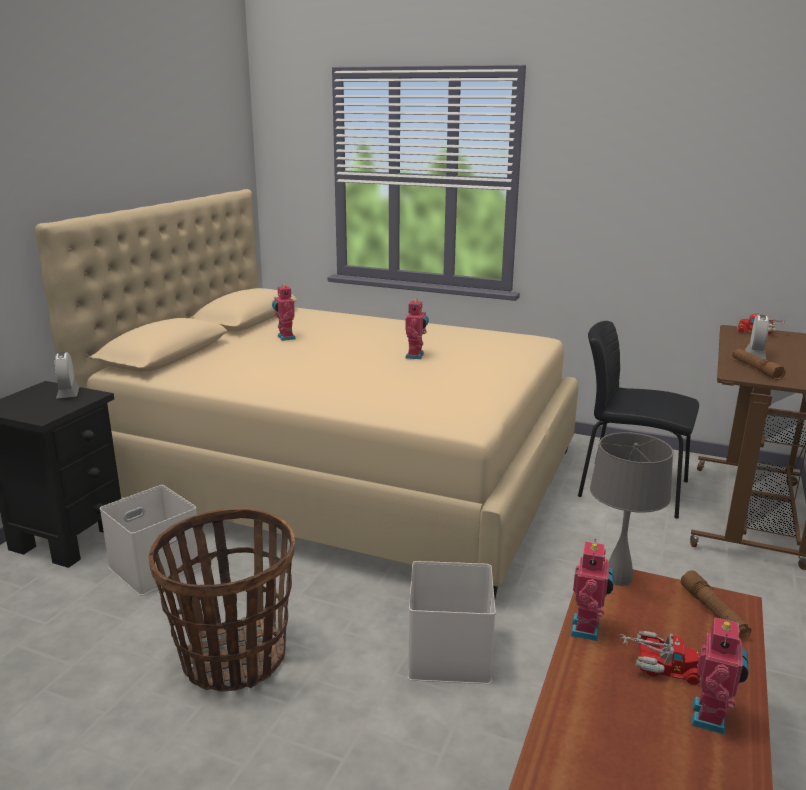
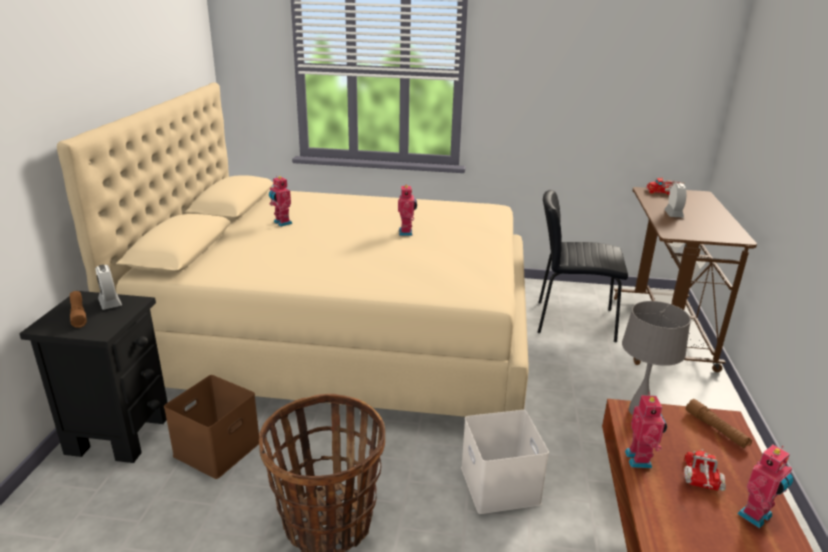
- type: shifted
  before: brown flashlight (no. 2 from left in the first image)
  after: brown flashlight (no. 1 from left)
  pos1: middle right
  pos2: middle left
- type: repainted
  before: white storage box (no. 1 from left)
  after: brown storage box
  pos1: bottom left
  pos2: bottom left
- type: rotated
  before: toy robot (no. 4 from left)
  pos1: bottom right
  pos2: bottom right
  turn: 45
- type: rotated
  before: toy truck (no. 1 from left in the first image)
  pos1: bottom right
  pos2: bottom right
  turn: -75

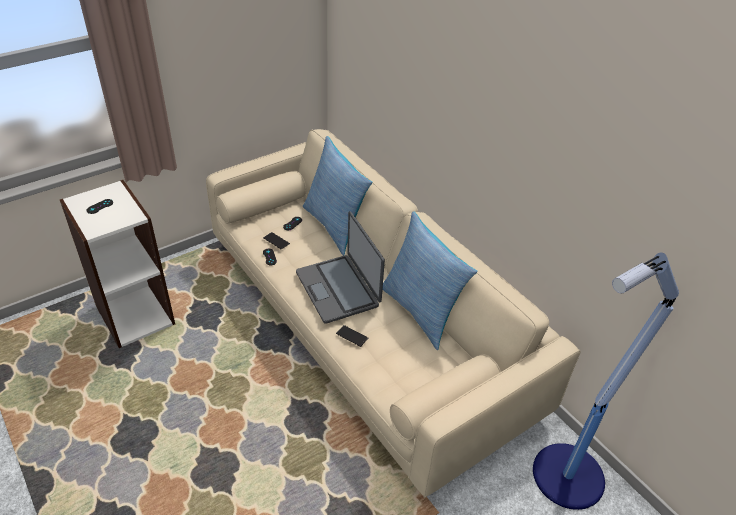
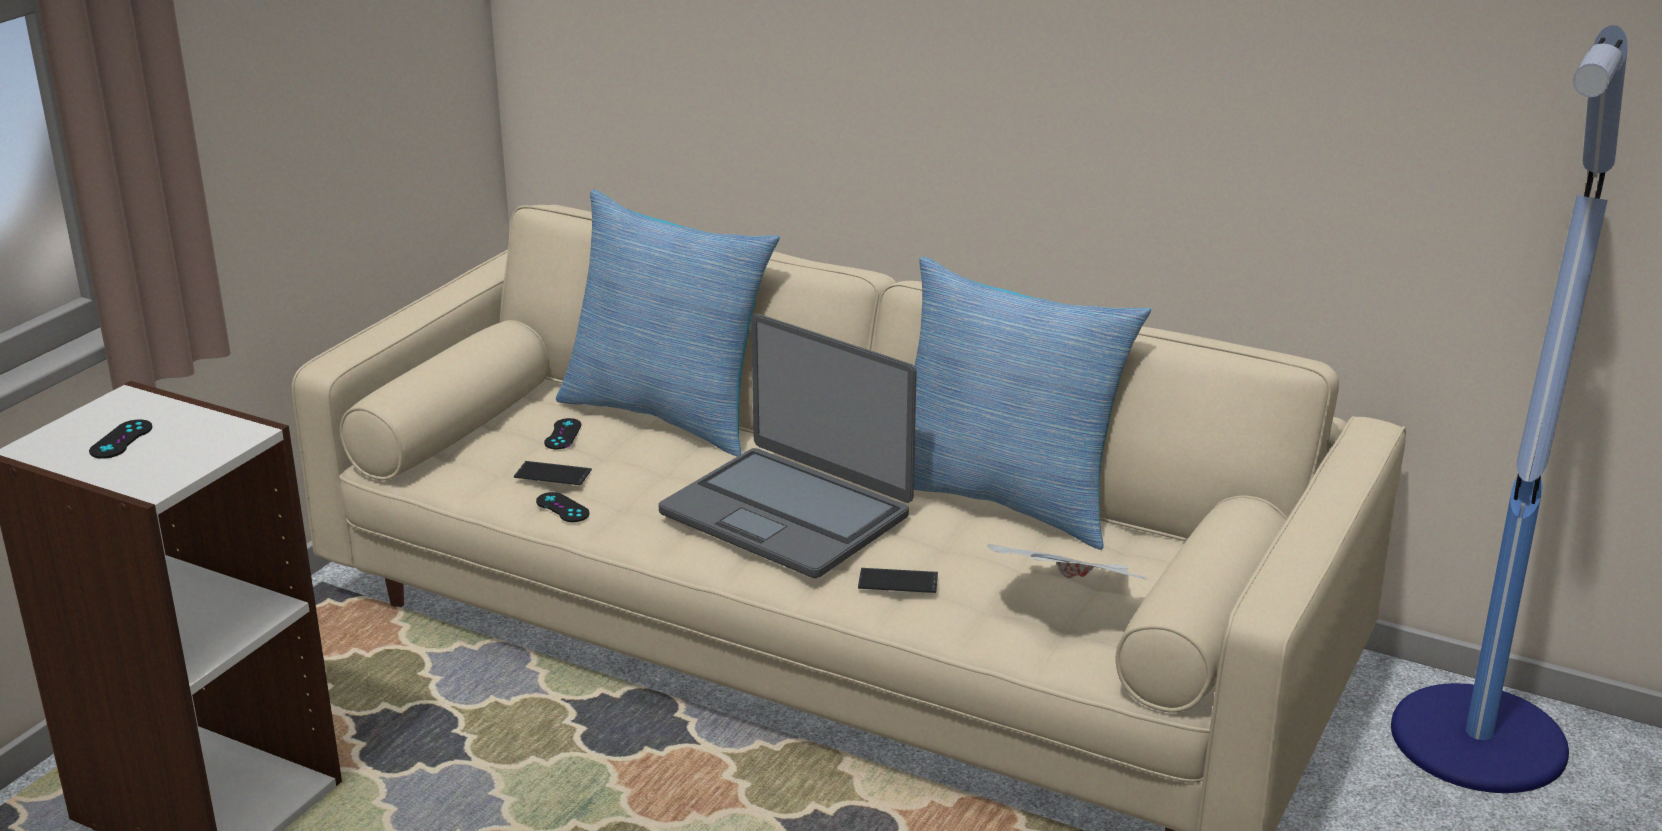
- type: new
  after: newspaper
  pos2: bottom centre

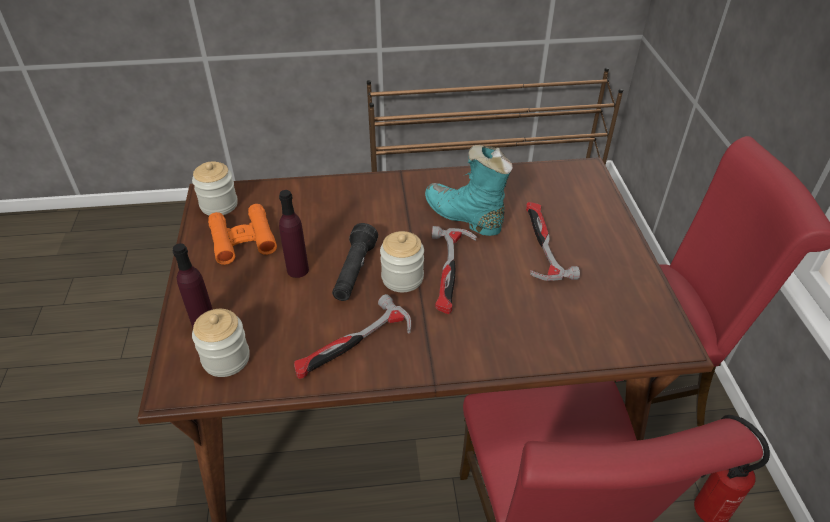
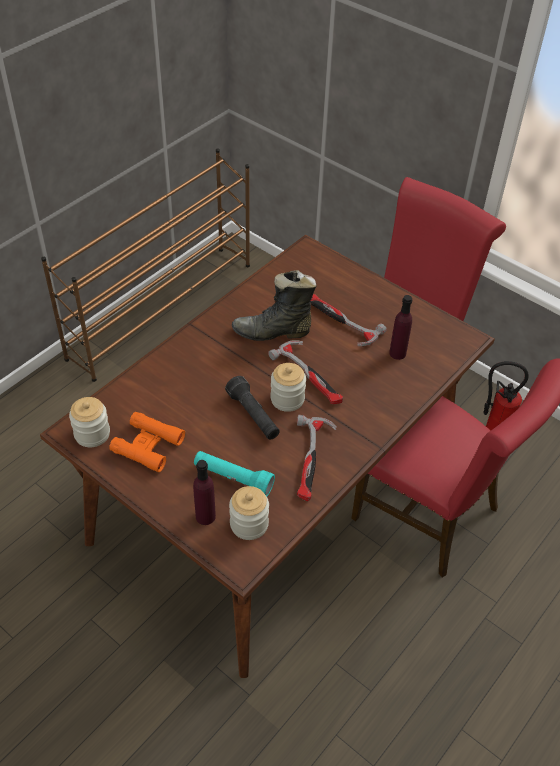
- type: repainted
  before: turquoise boot
  after: black boot
  pos1: centre
  pos2: centre
- type: shifted
  before: purple bottle (no. 2 from left)
  pos1: centre
  pos2: middle right
- type: new
  after: turquoise flashlight
  pos2: centre

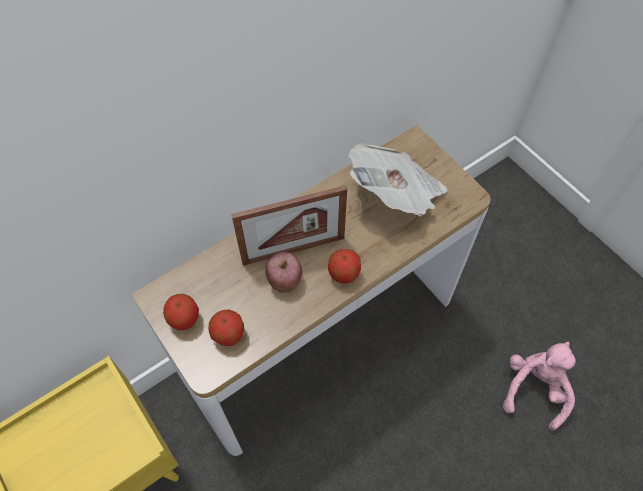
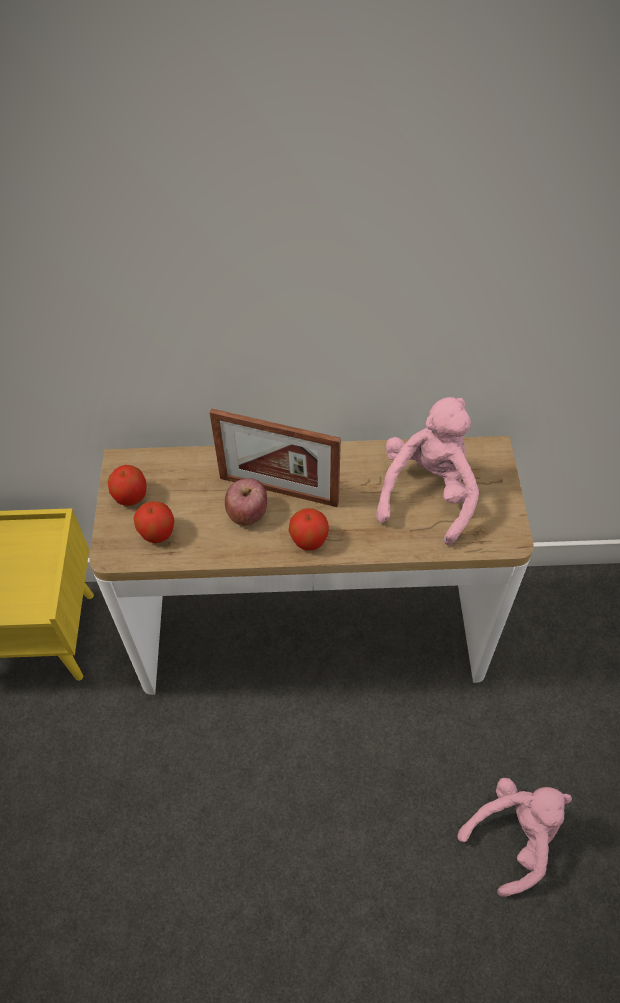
- type: swapped
  before: newspaper
  after: pink plush toy (no. 1 from left)
  pos1: centre
  pos2: middle right

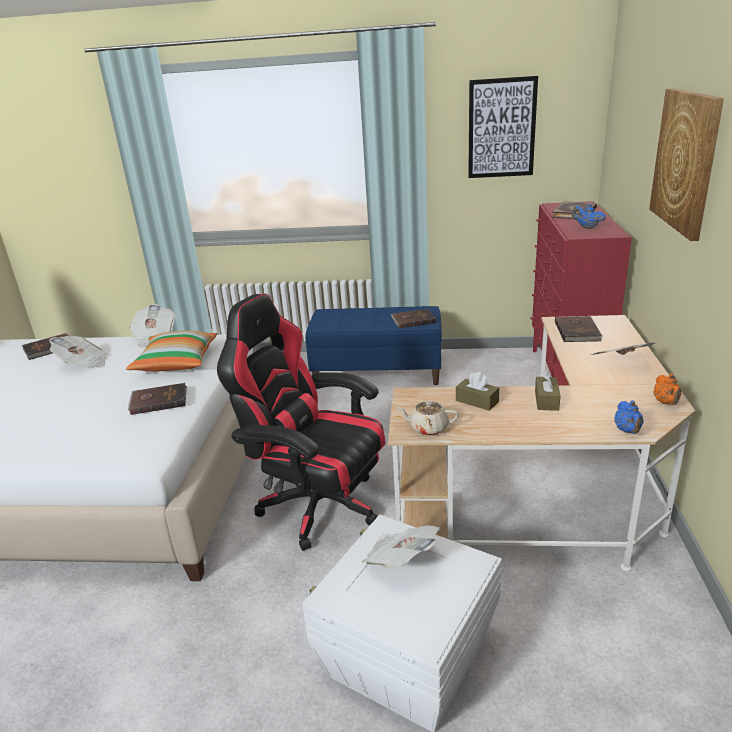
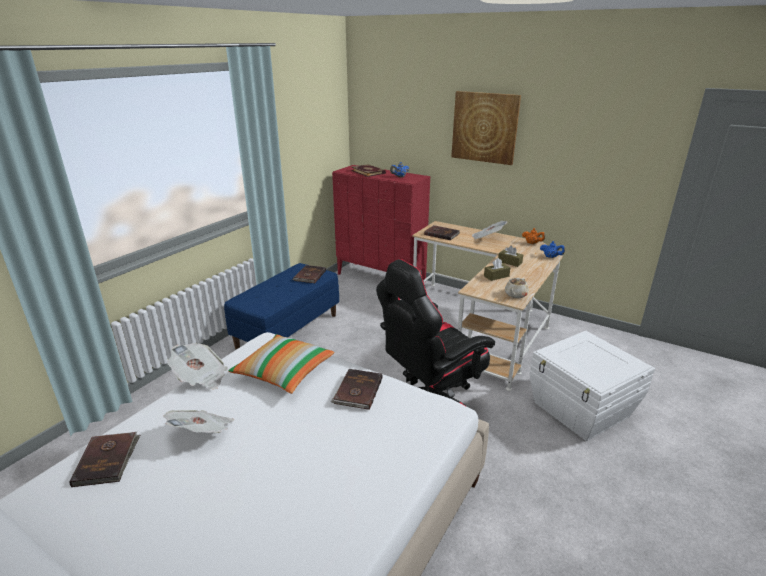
- type: gone
  before: picture (no. 1 from left)
  pos1: top right
- type: gone
  before: newspaper (no. 3 from left)
  pos1: bottom centre

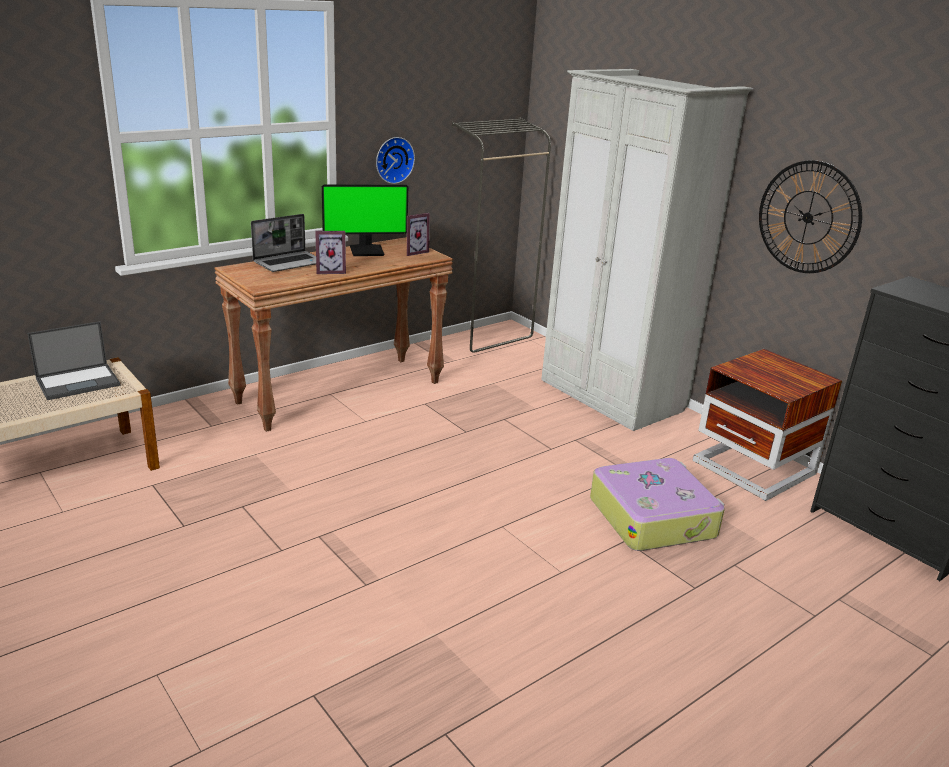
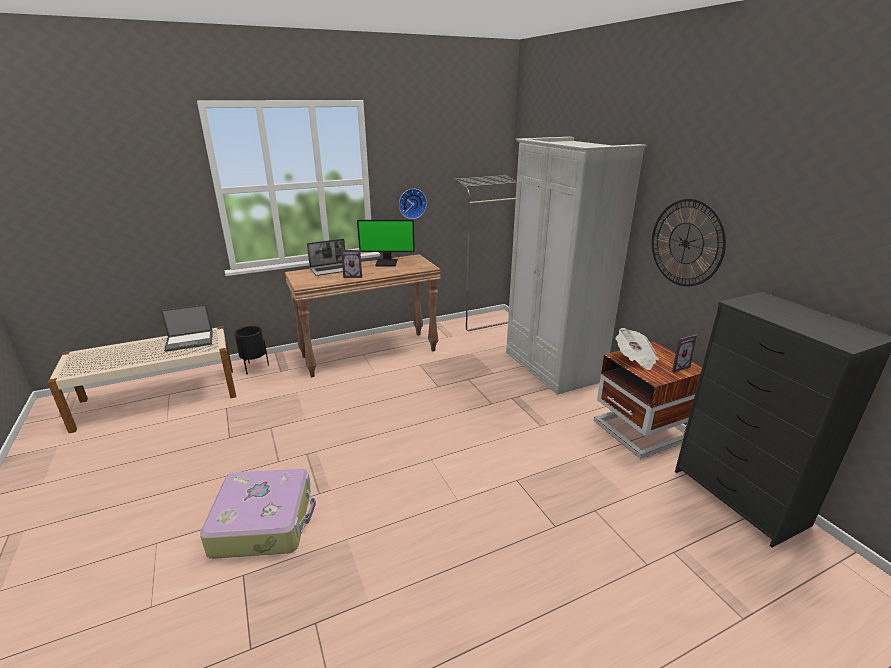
- type: shifted
  before: picture frame (no. 2 from left)
  pos1: top centre
  pos2: middle right
- type: shifted
  before: suitcase
  pos1: middle right
  pos2: bottom left
- type: new
  after: black planter
  pos2: middle left
- type: new
  after: newspaper
  pos2: middle right

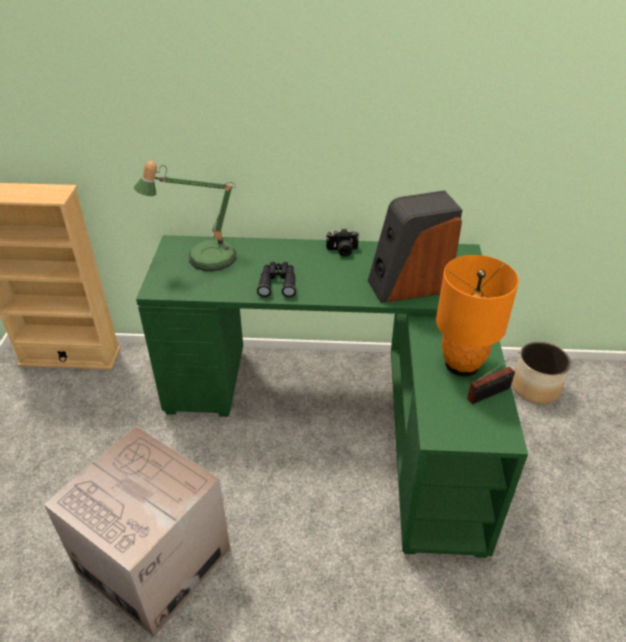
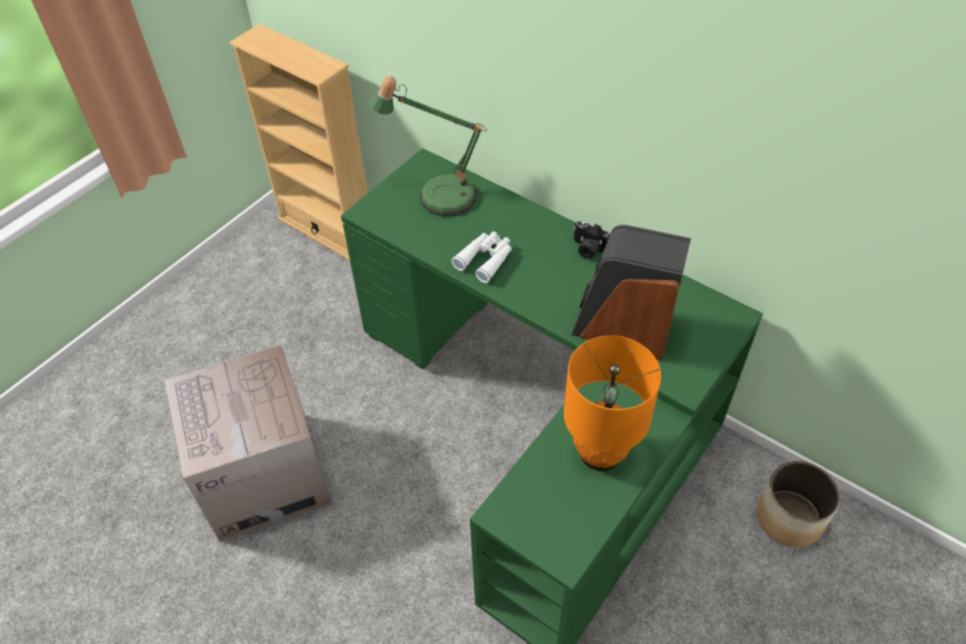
- type: repainted
  before: black binoculars
  after: white binoculars
  pos1: centre
  pos2: centre
- type: gone
  before: radio
  pos1: middle right

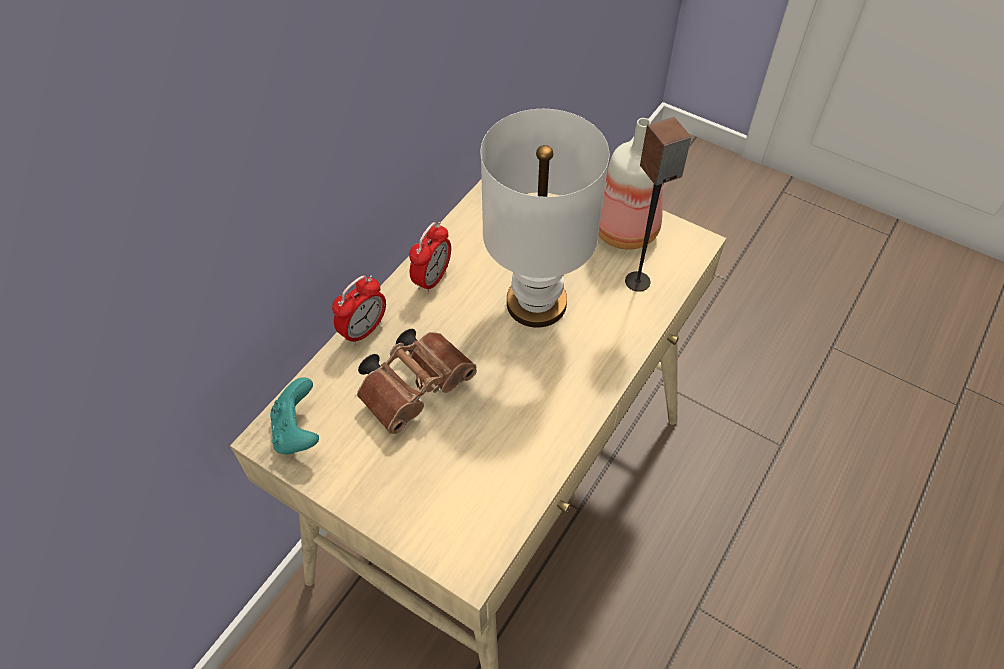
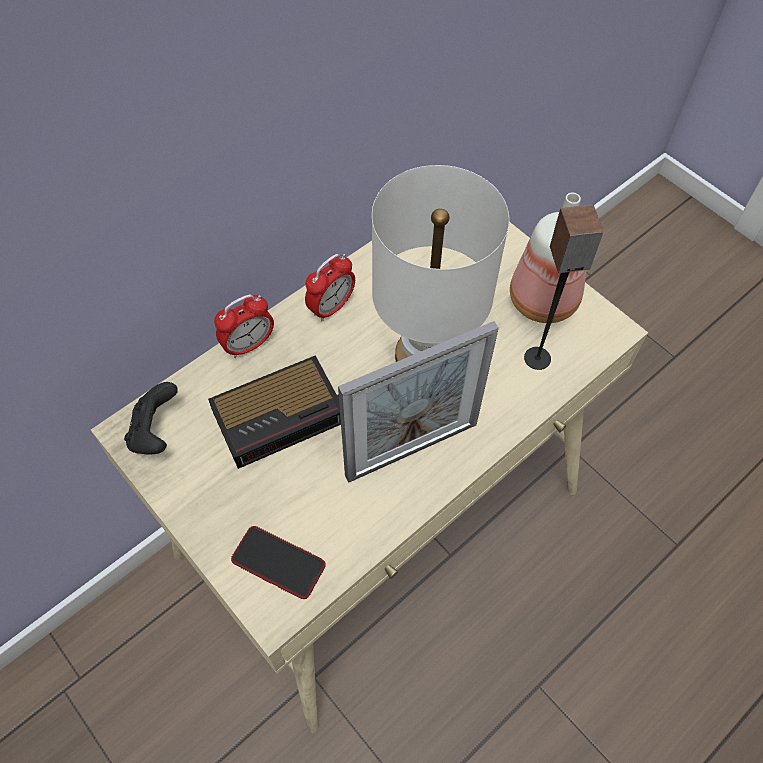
- type: swapped
  before: brown binoculars
  after: alarm clock (no. 2 from left)
  pos1: centre
  pos2: centre
- type: repainted
  before: turquoise game controller
  after: black game controller
  pos1: middle left
  pos2: middle left
- type: new
  after: picture frame
  pos2: centre
- type: new
  after: phone
  pos2: bottom centre

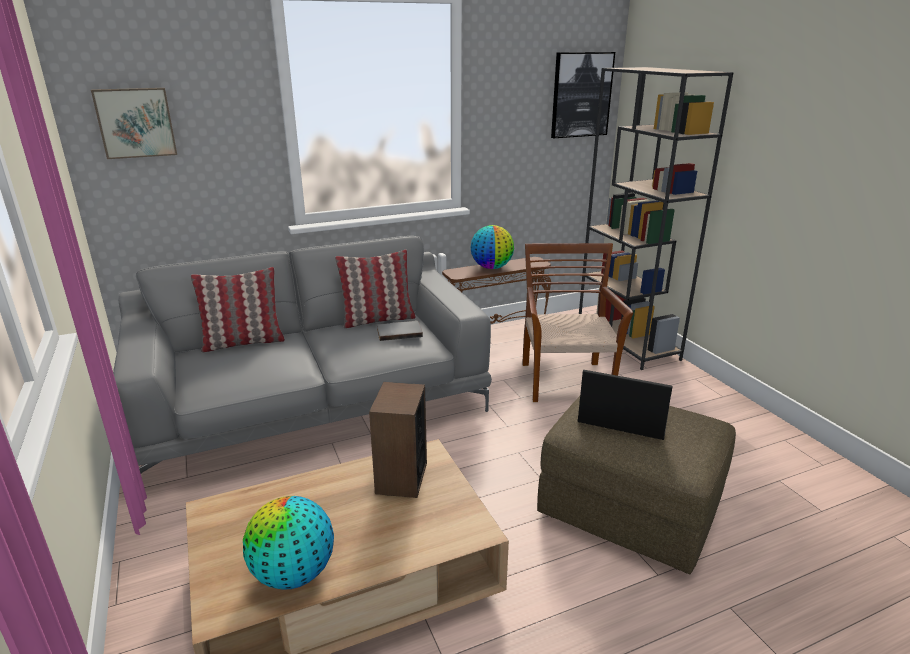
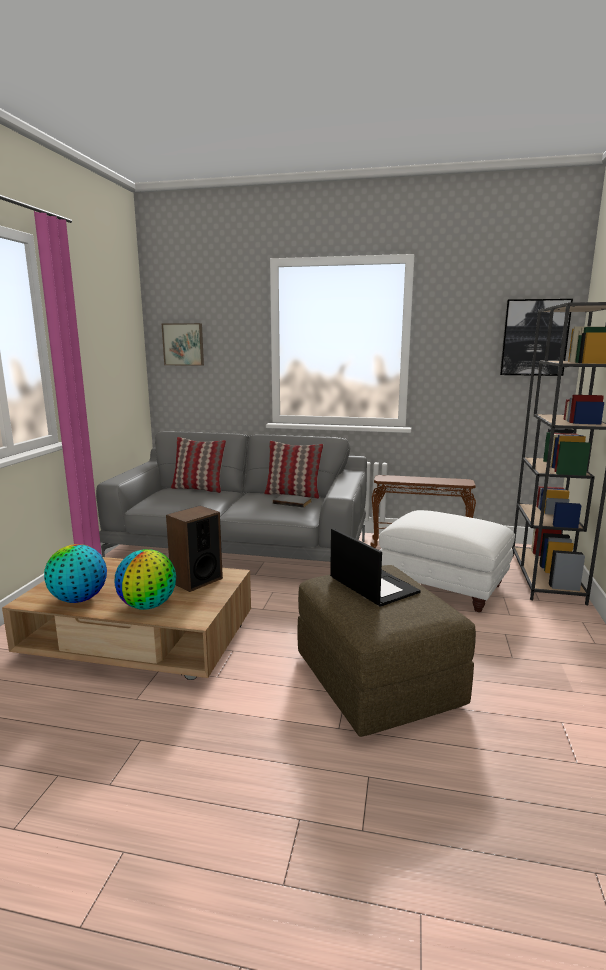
- type: shifted
  before: globe (no. 2 from left)
  pos1: centre
  pos2: middle left
- type: swapped
  before: brown armchair
  after: white ottoman
  pos1: centre
  pos2: middle right

